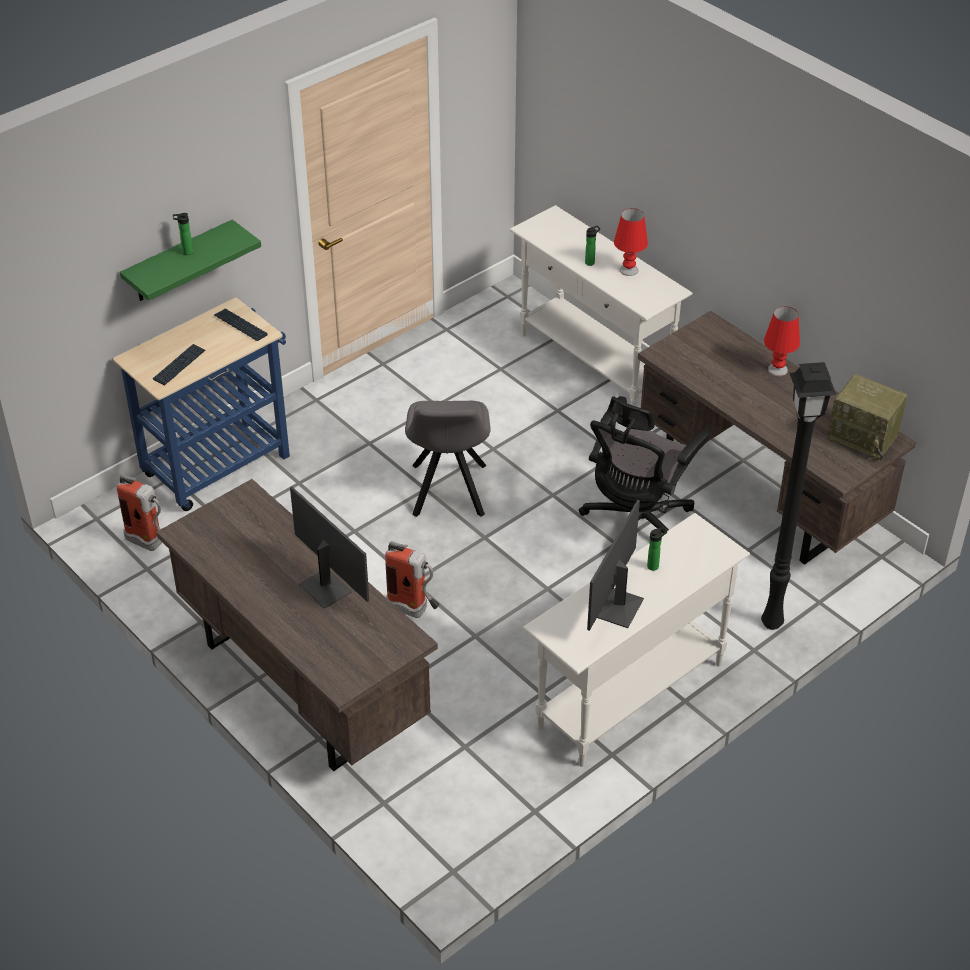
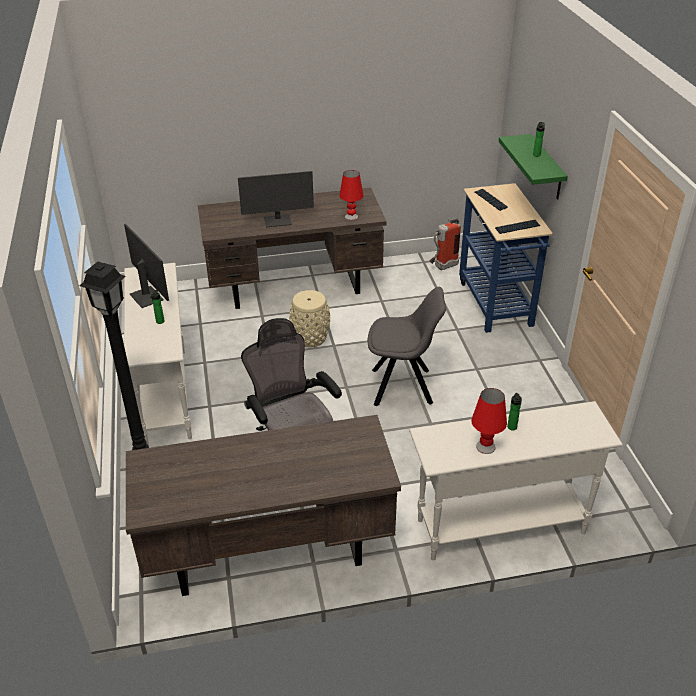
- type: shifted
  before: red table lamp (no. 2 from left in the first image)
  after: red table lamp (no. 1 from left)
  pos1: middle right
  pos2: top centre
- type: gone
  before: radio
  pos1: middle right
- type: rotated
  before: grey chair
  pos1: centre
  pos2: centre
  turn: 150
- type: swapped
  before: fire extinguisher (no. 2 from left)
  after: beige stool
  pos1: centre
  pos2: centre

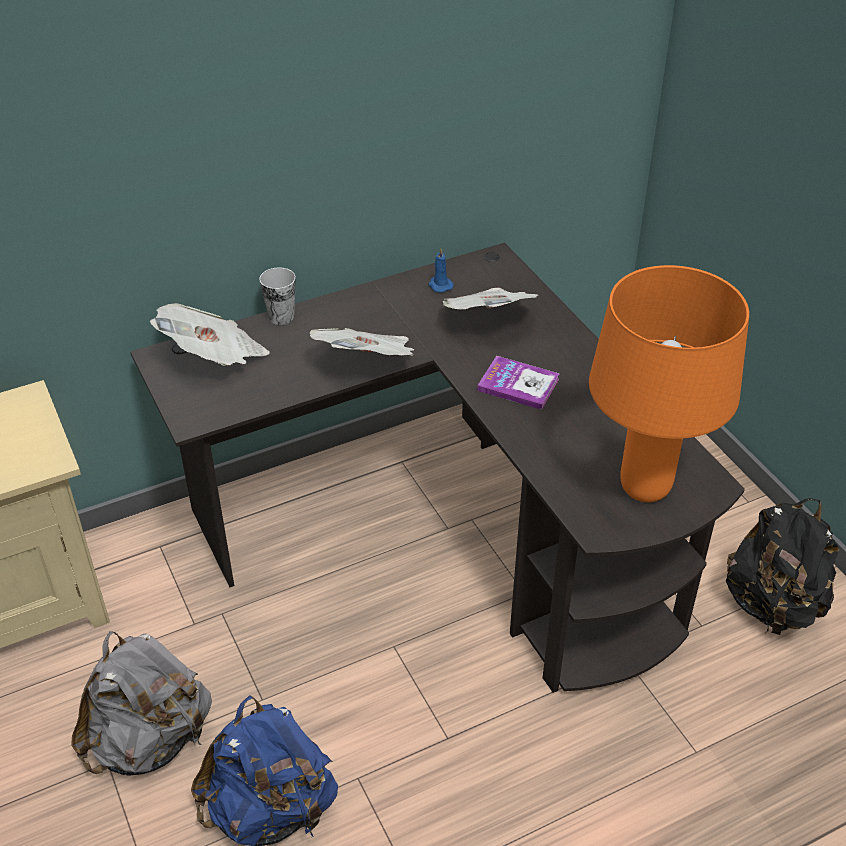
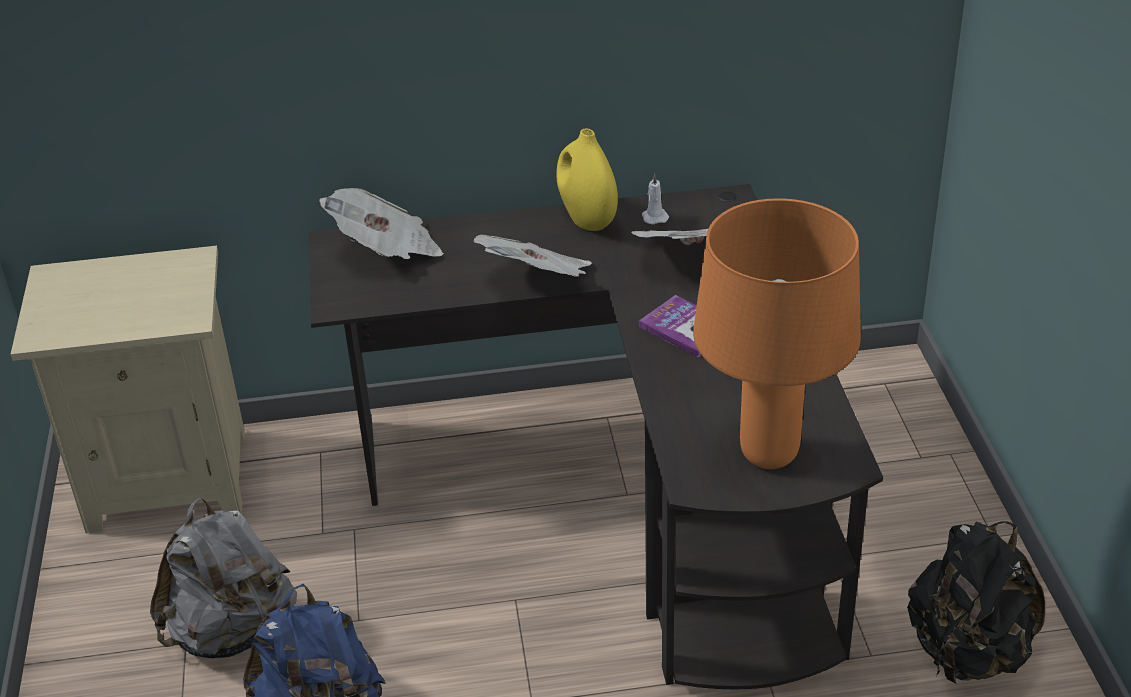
- type: repainted
  before: blue candle
  after: white candle
  pos1: top centre
  pos2: top centre
- type: gone
  before: cup
  pos1: middle left
- type: new
  after: yellow vase
  pos2: top centre

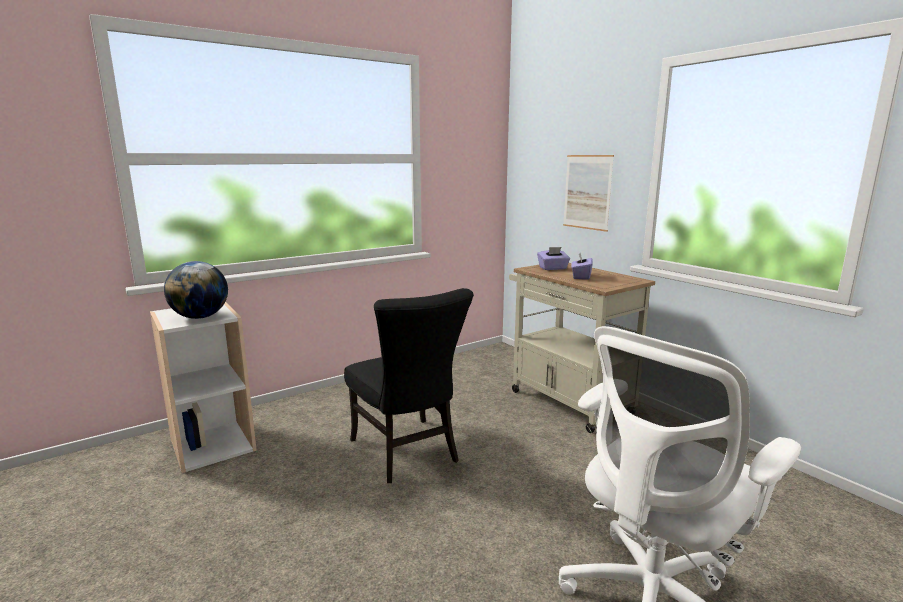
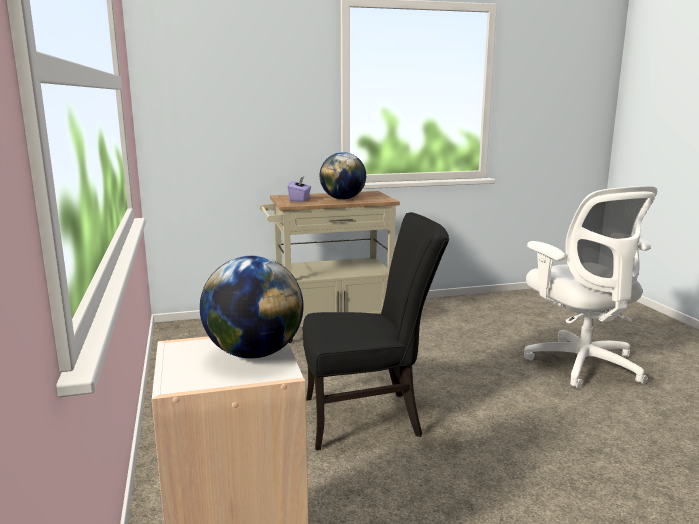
- type: gone
  before: picture
  pos1: top centre
- type: swapped
  before: purple tissue box (no. 2 from left)
  after: globe (no. 2 from left)
  pos1: centre
  pos2: centre

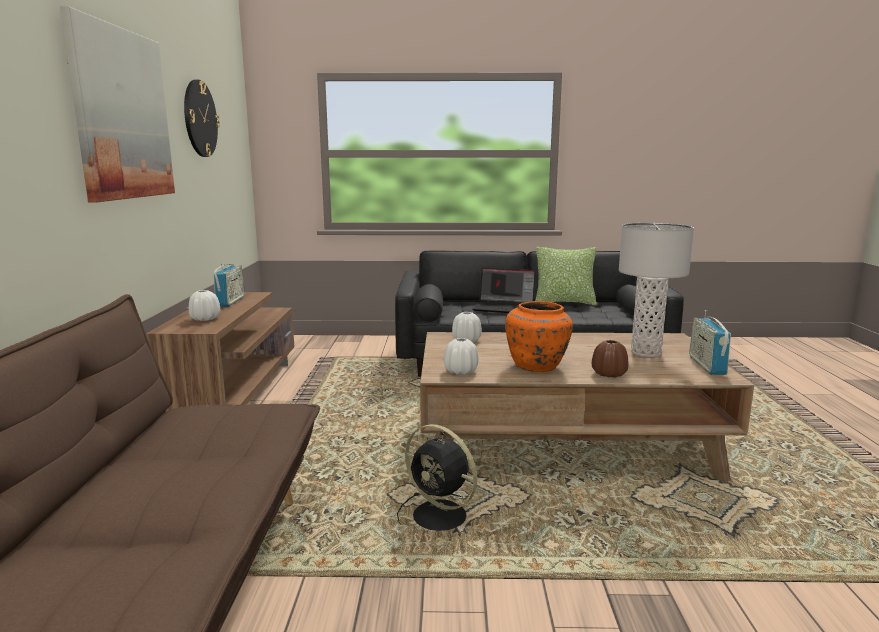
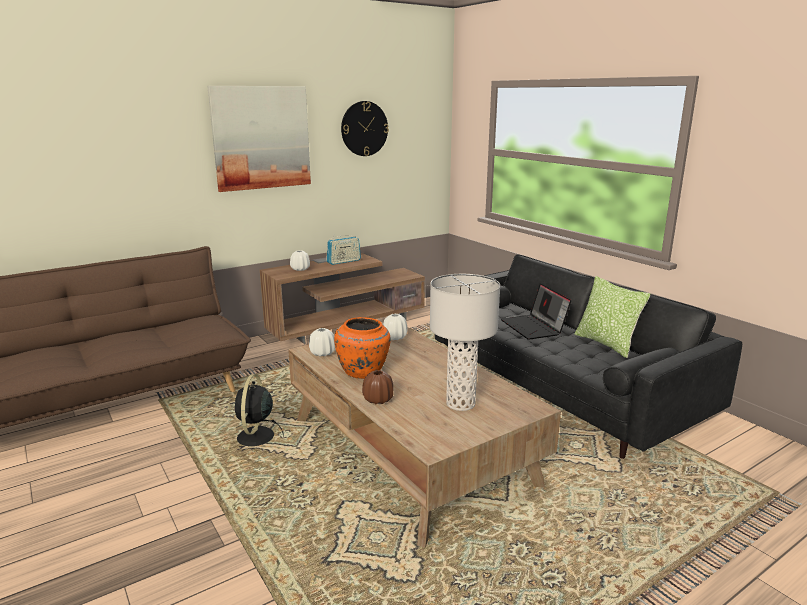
- type: gone
  before: radio (no. 2 from left)
  pos1: middle right

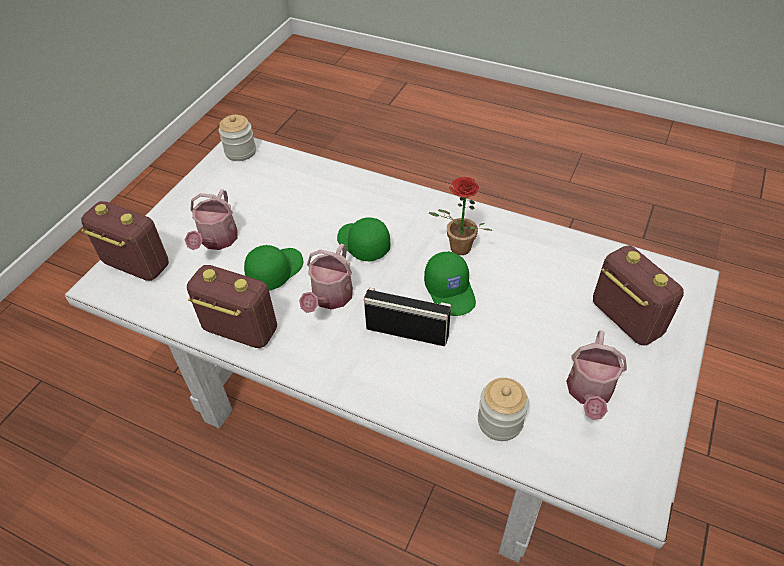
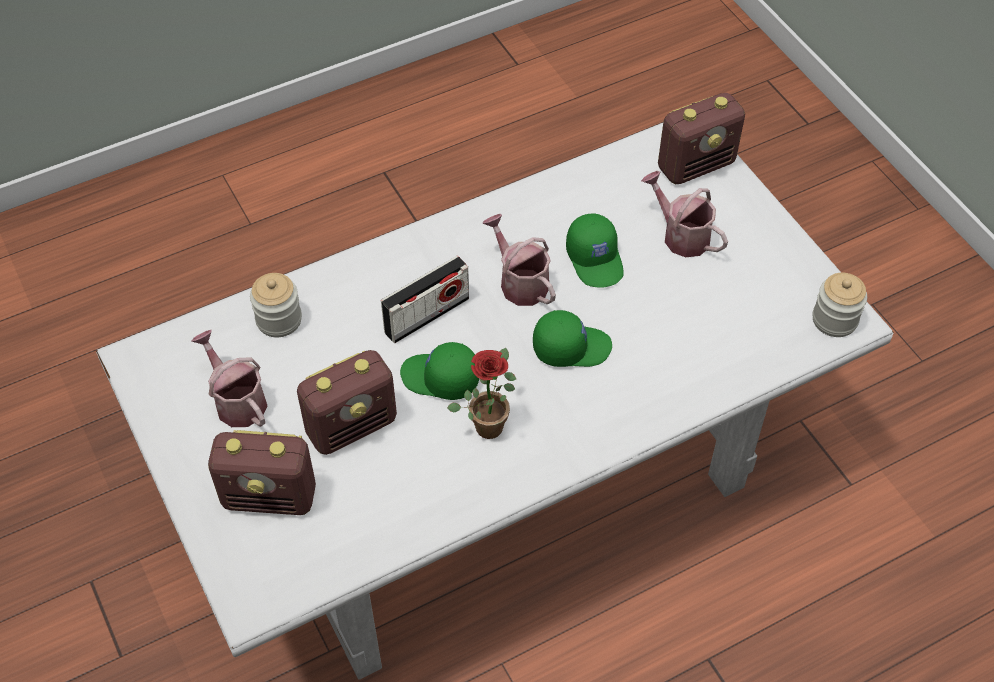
- type: shifted
  before: radio (no. 2 from left)
  pos1: middle left
  pos2: centre

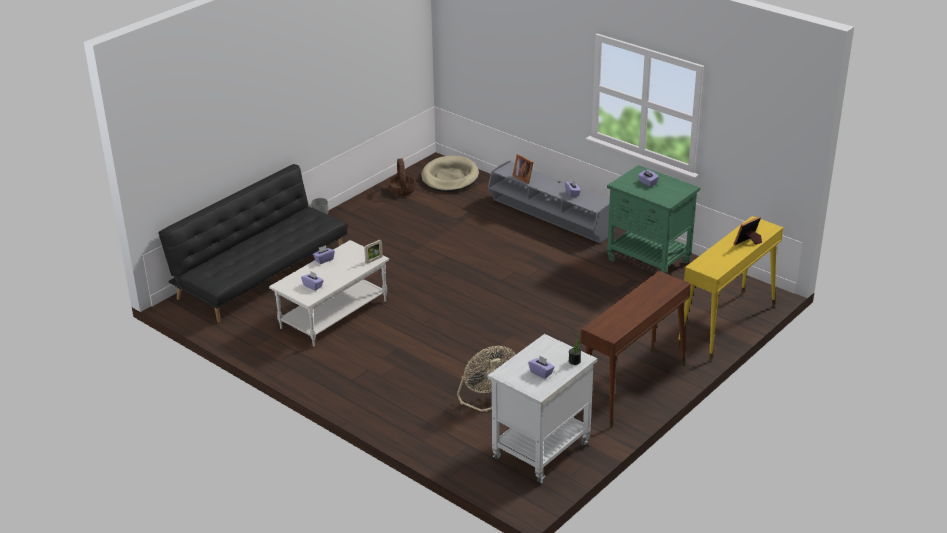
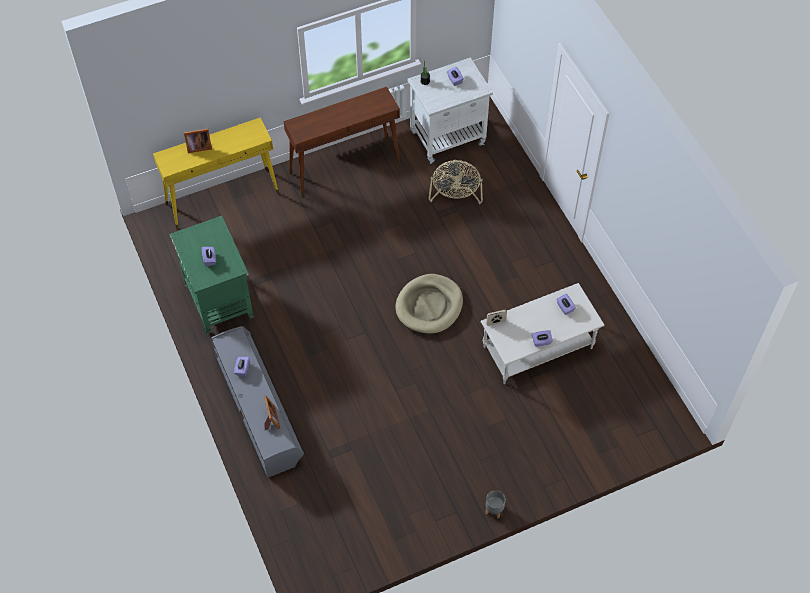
- type: shifted
  before: beige dog bed
  pos1: top centre
  pos2: centre
- type: gone
  before: basket
  pos1: top centre
- type: gone
  before: black sofa
  pos1: middle left

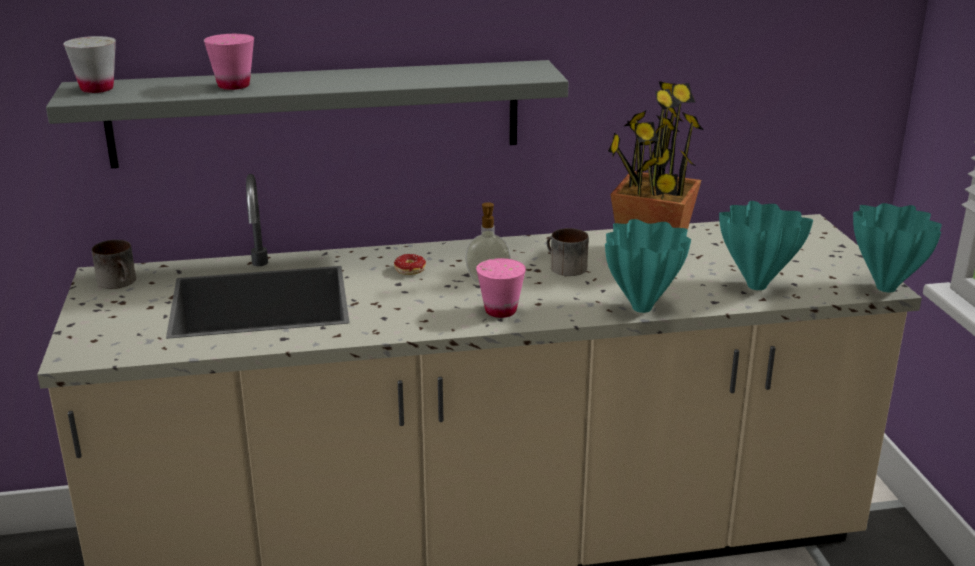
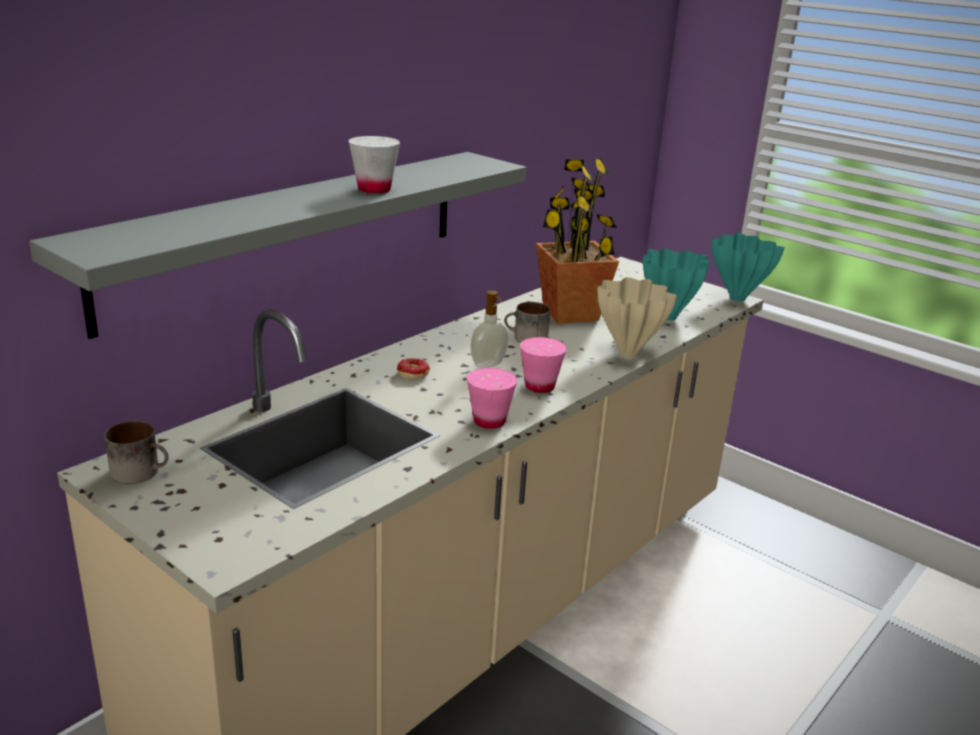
- type: shifted
  before: pink cup (no. 1 from left)
  pos1: top left
  pos2: centre
- type: shifted
  before: white cup
  pos1: top left
  pos2: top centre
- type: repainted
  before: turquoise vase (no. 1 from left)
  after: beige vase
  pos1: centre
  pos2: centre

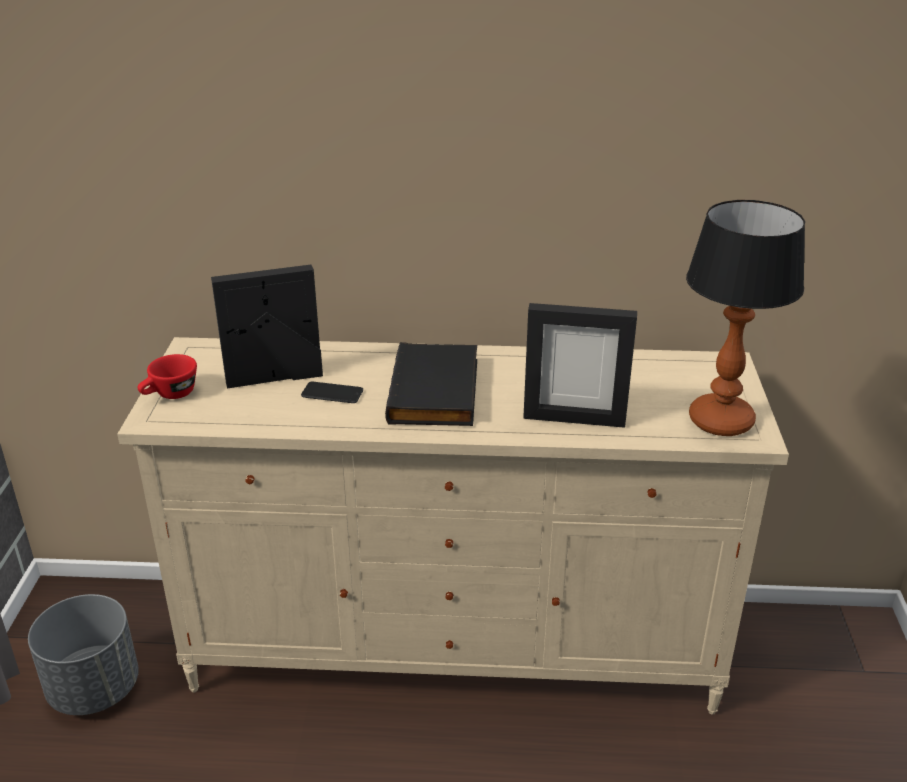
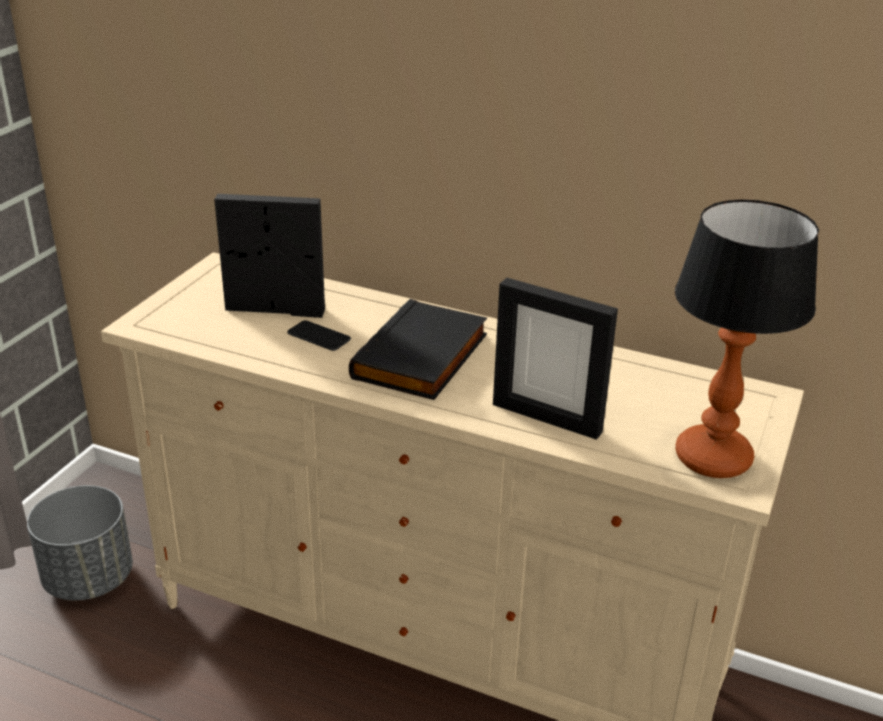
- type: gone
  before: red cup
  pos1: middle left

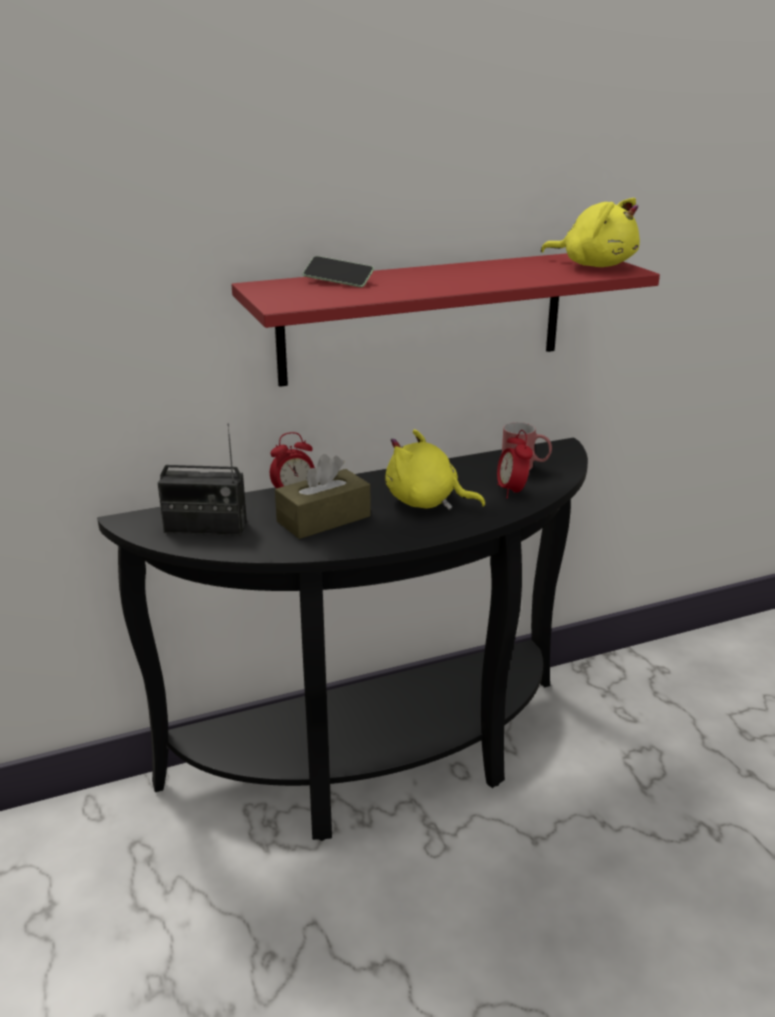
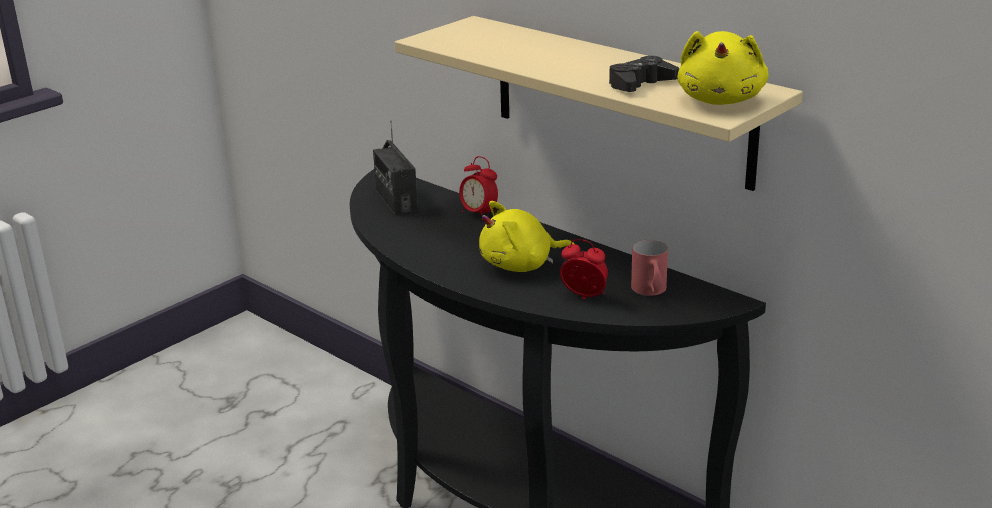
- type: repainted
  before: red shelf
  after: beige shelf
  pos1: top centre
  pos2: top centre
- type: gone
  before: phone
  pos1: top centre
- type: rotated
  before: yellow plush toy (no. 1 from left)
  pos1: centre
  pos2: centre
  turn: -105
- type: rotated
  before: alarm clock (no. 2 from left)
  pos1: centre
  pos2: centre
  turn: 60
- type: gone
  before: brown tissue box
  pos1: centre
- type: new
  after: black game controller
  pos2: top centre

